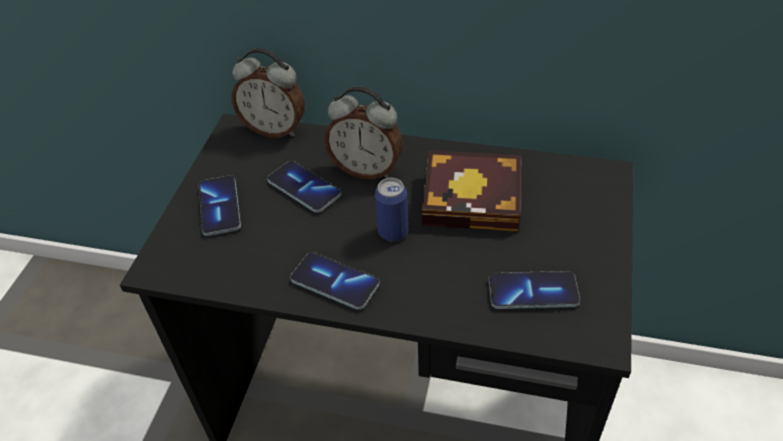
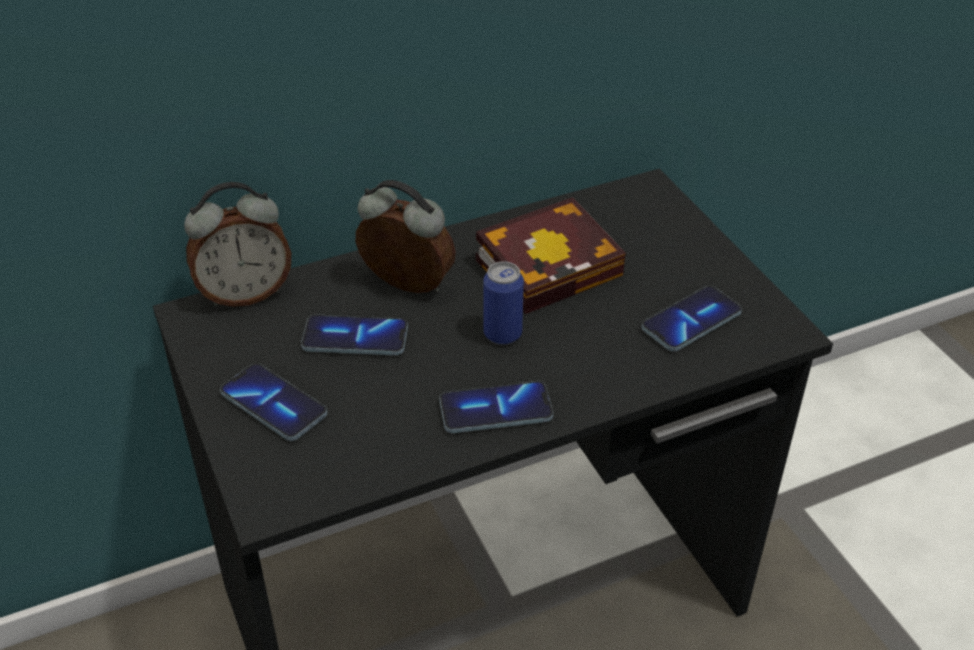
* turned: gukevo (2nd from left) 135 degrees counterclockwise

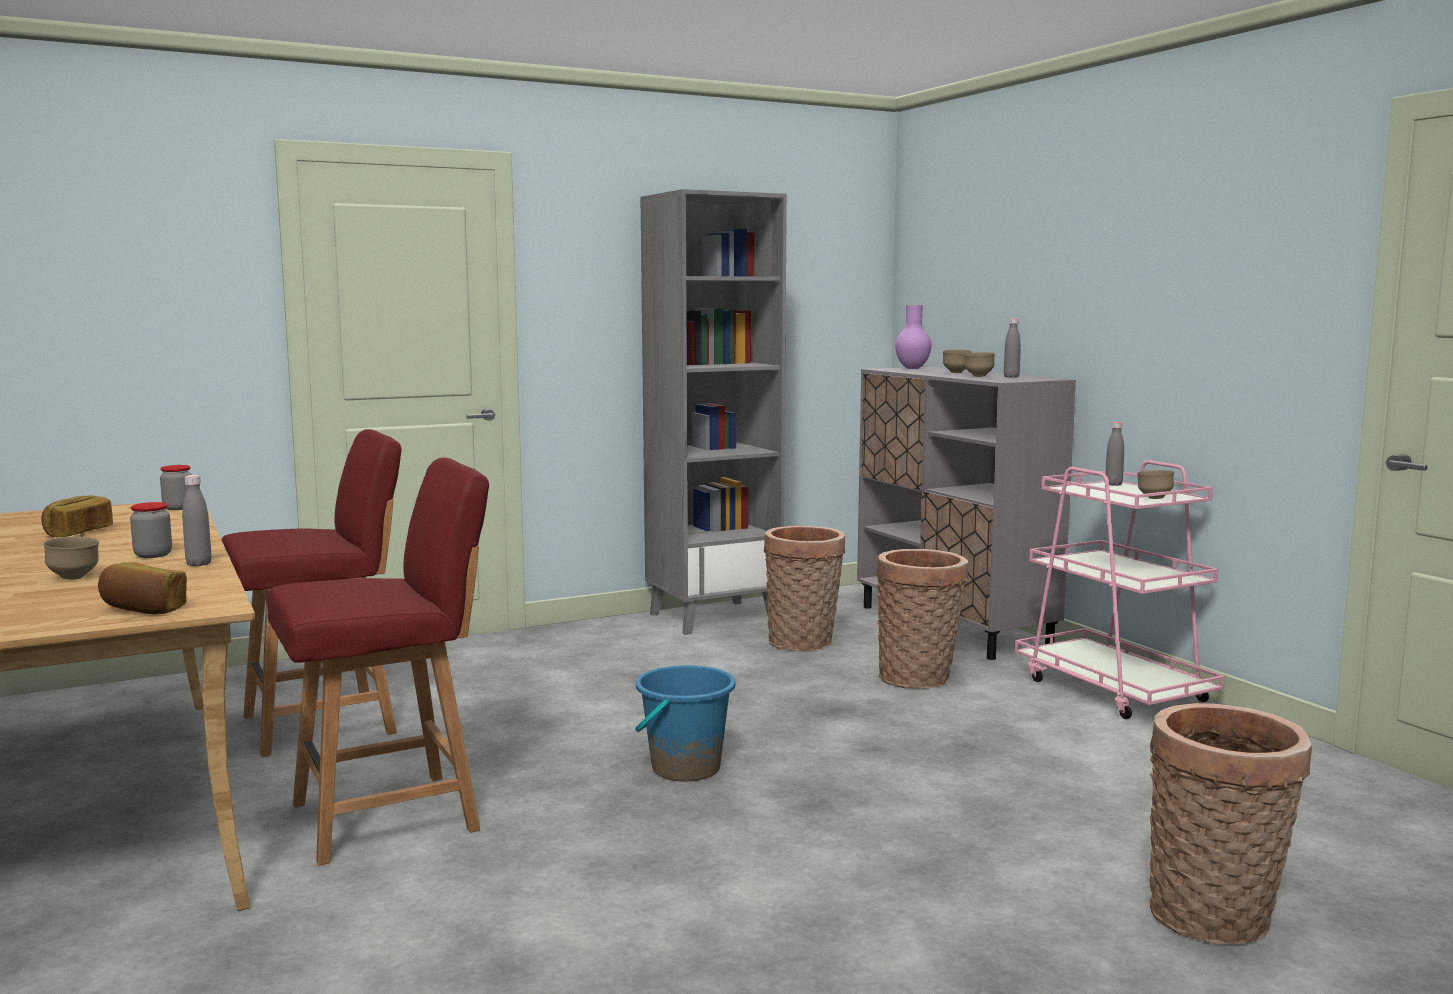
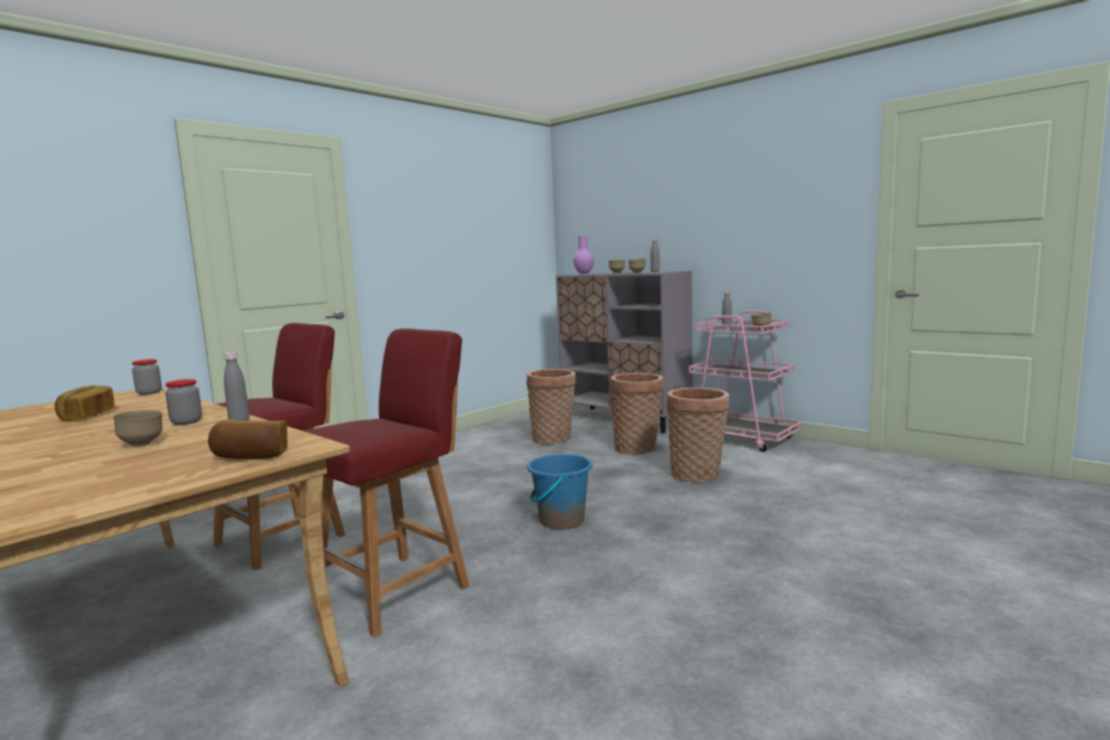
* removed: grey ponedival
* moved: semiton (3rd from left)

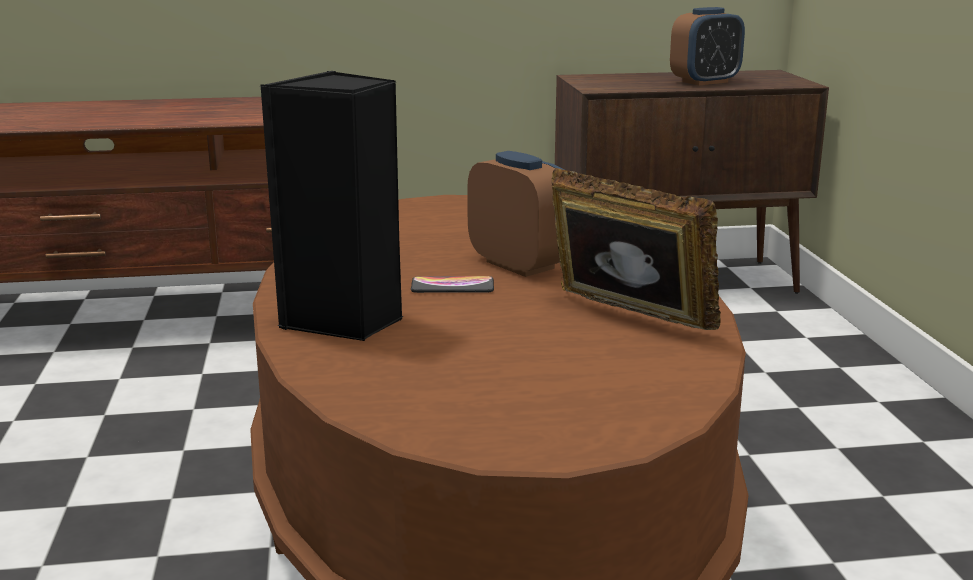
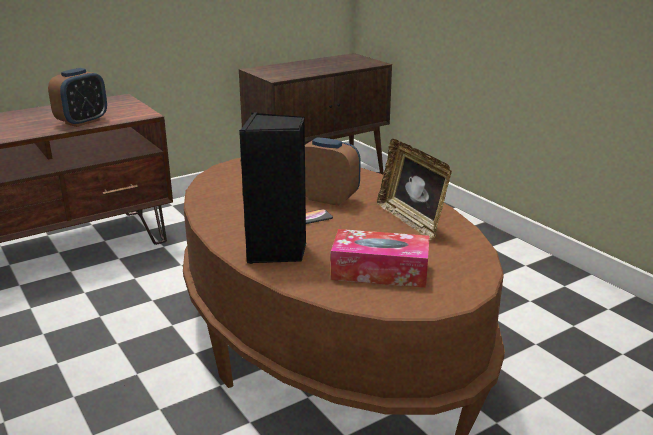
* turned: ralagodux 135 degrees counterclockwise
* moved: gukevo (2nd from left in the first image) to gukevo (1st from left)
* added: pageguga

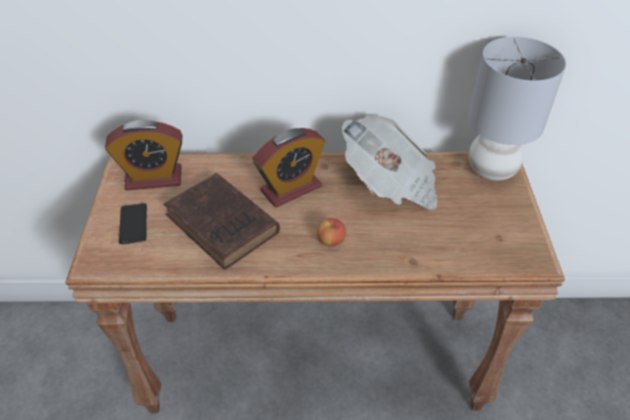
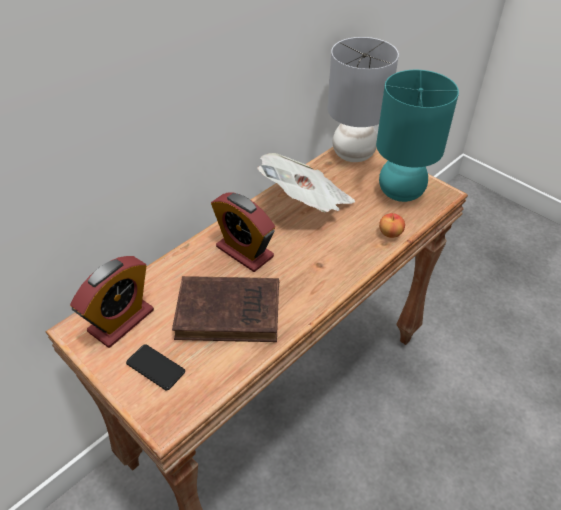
* turned: gukevo (2nd from left) 120 degrees clockwise
* moved: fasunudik
* added: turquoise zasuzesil

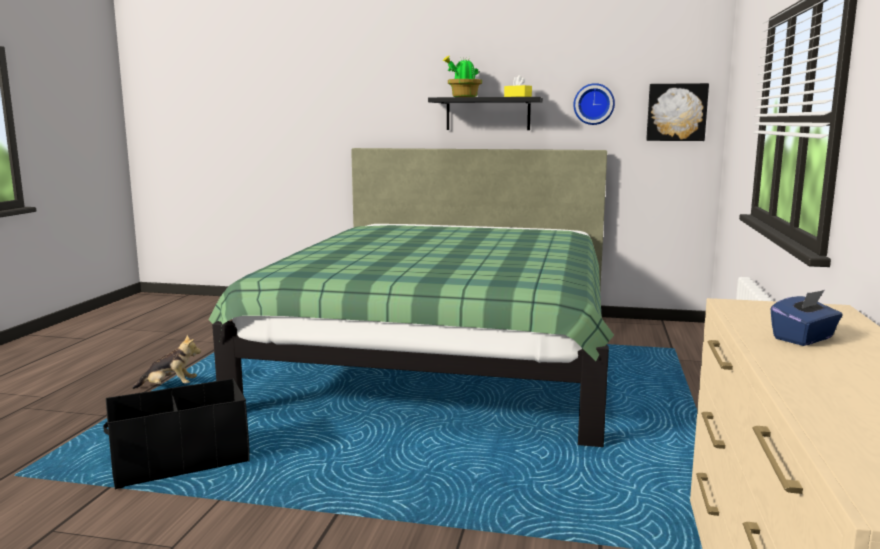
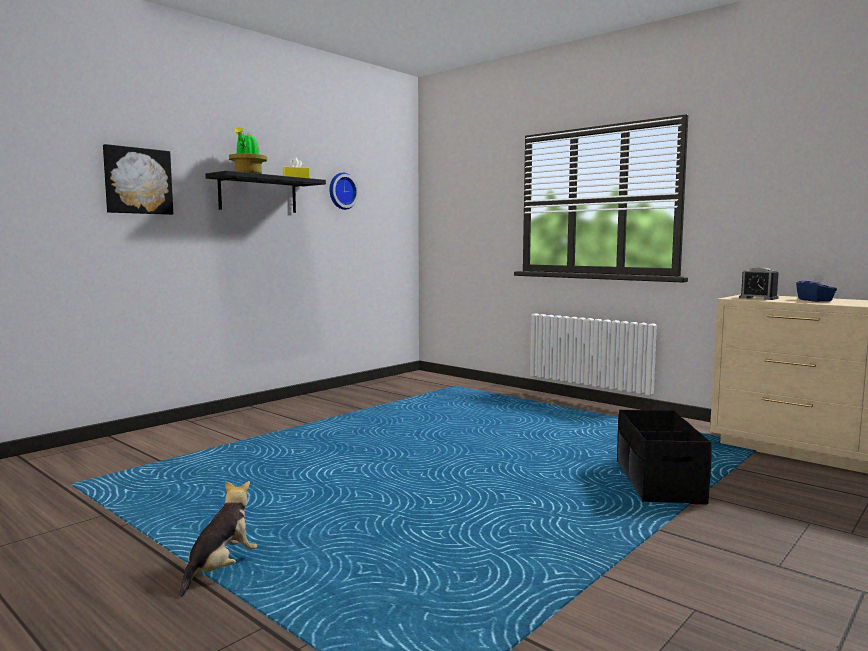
* moved: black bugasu
* removed: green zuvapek
* moved: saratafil
* added: gukevo

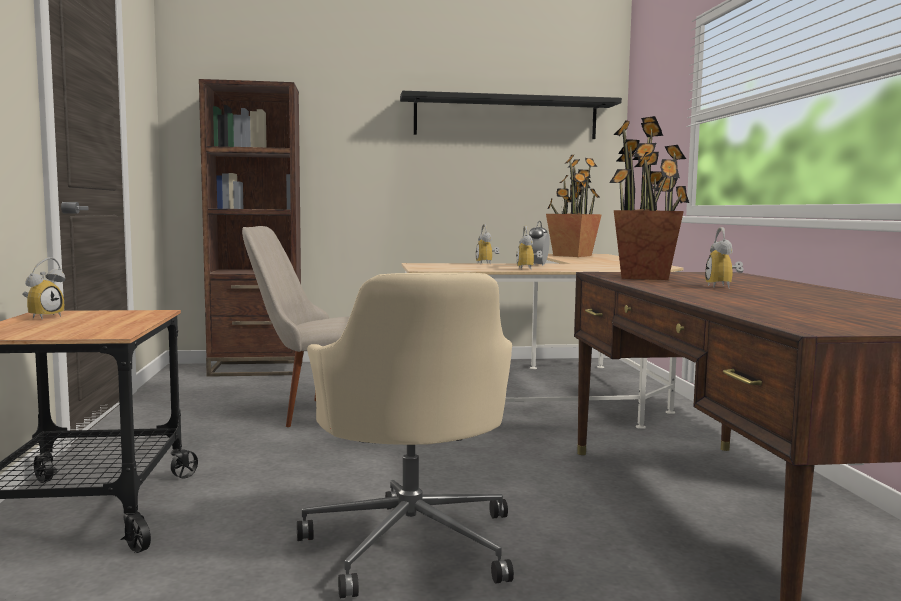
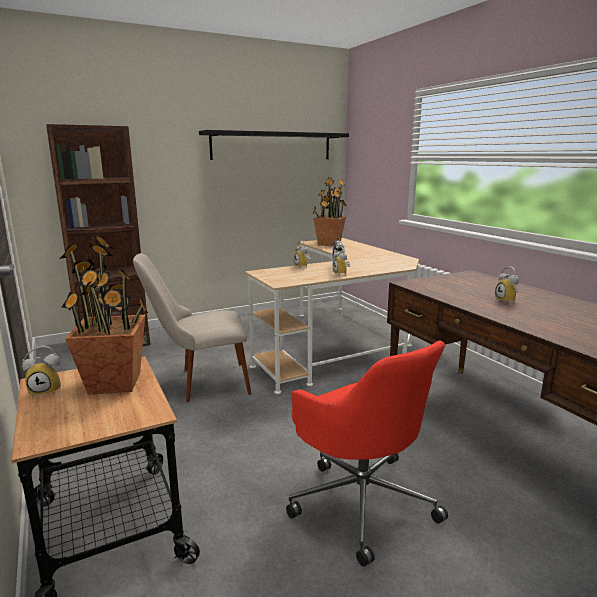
* turned: gukevo (1st from left) 75 degrees clockwise
* recoloured: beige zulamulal to red zulamulal
* moved: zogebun (2nd from left in the first image) to zogebun (1st from left)

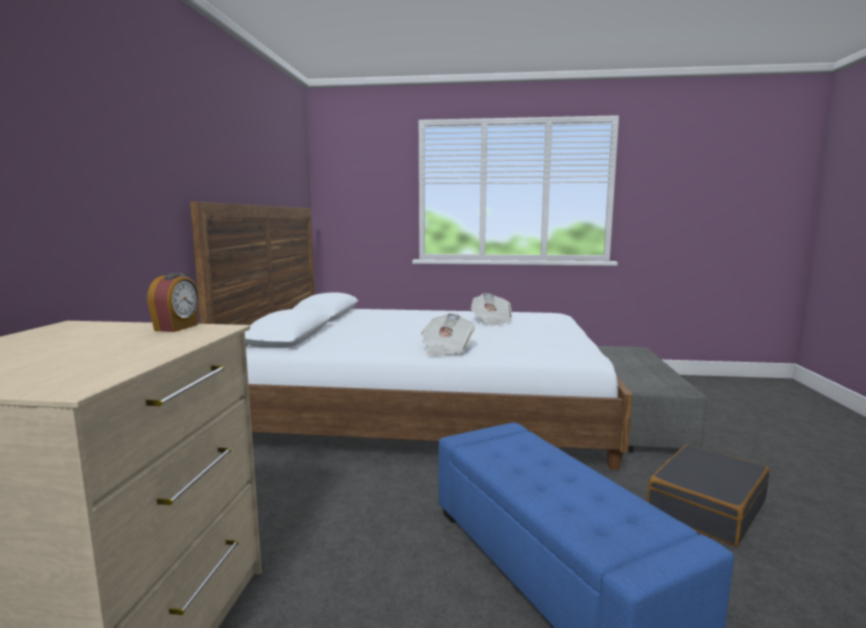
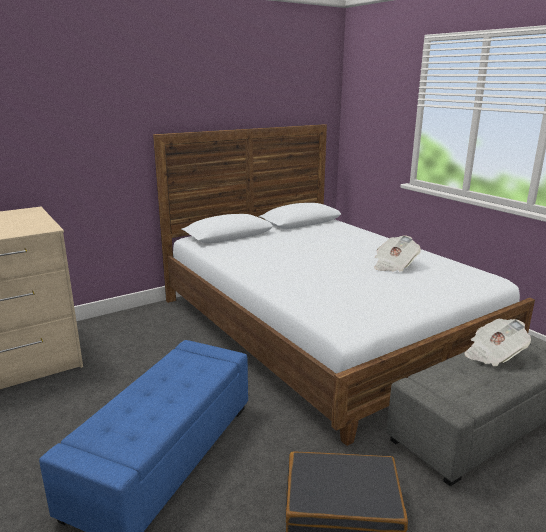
* removed: gukevo
* moved: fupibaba (1st from left in the first image) to fupibaba (2nd from left)

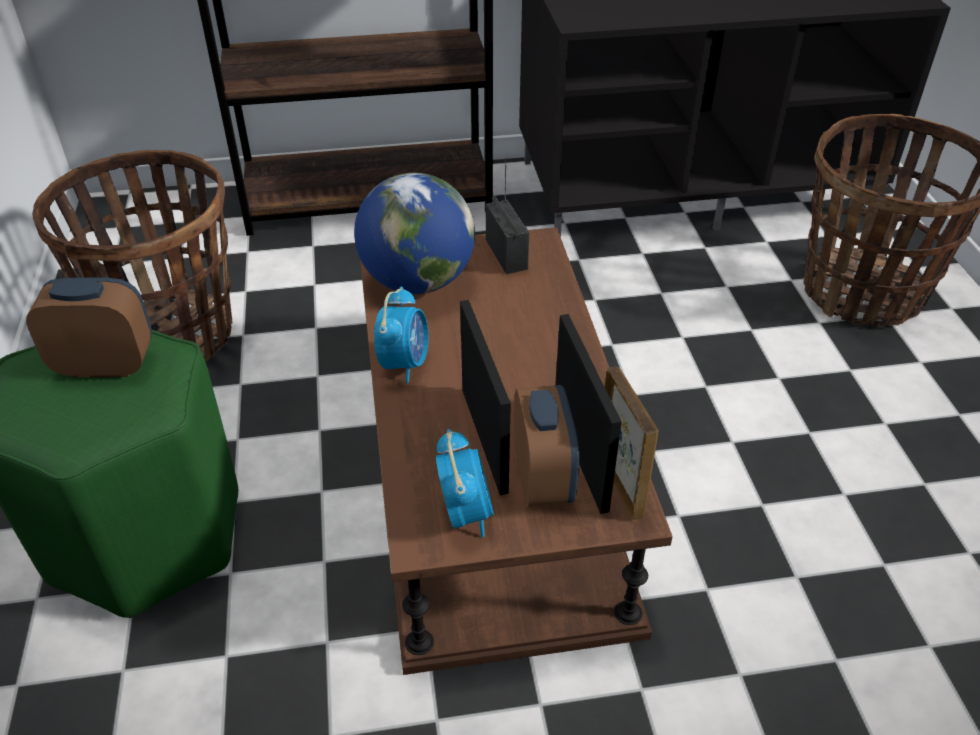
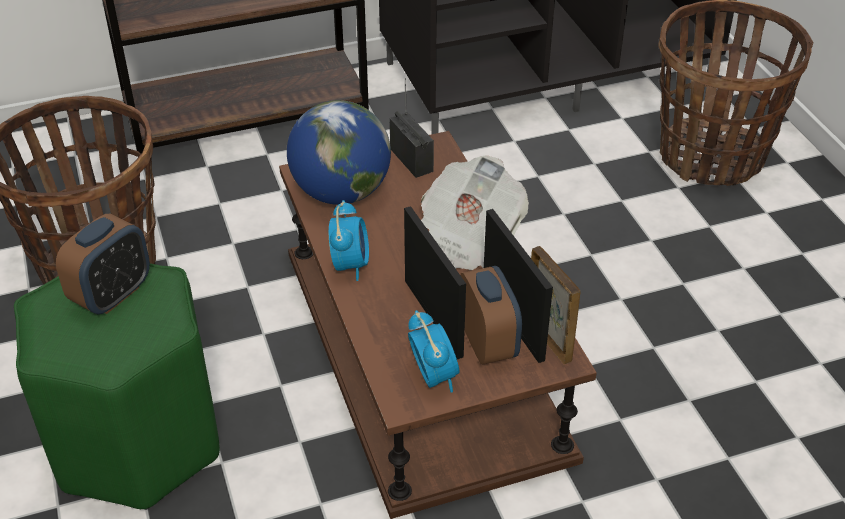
* turned: gukevo (1st from left) 135 degrees clockwise
* added: fupibaba

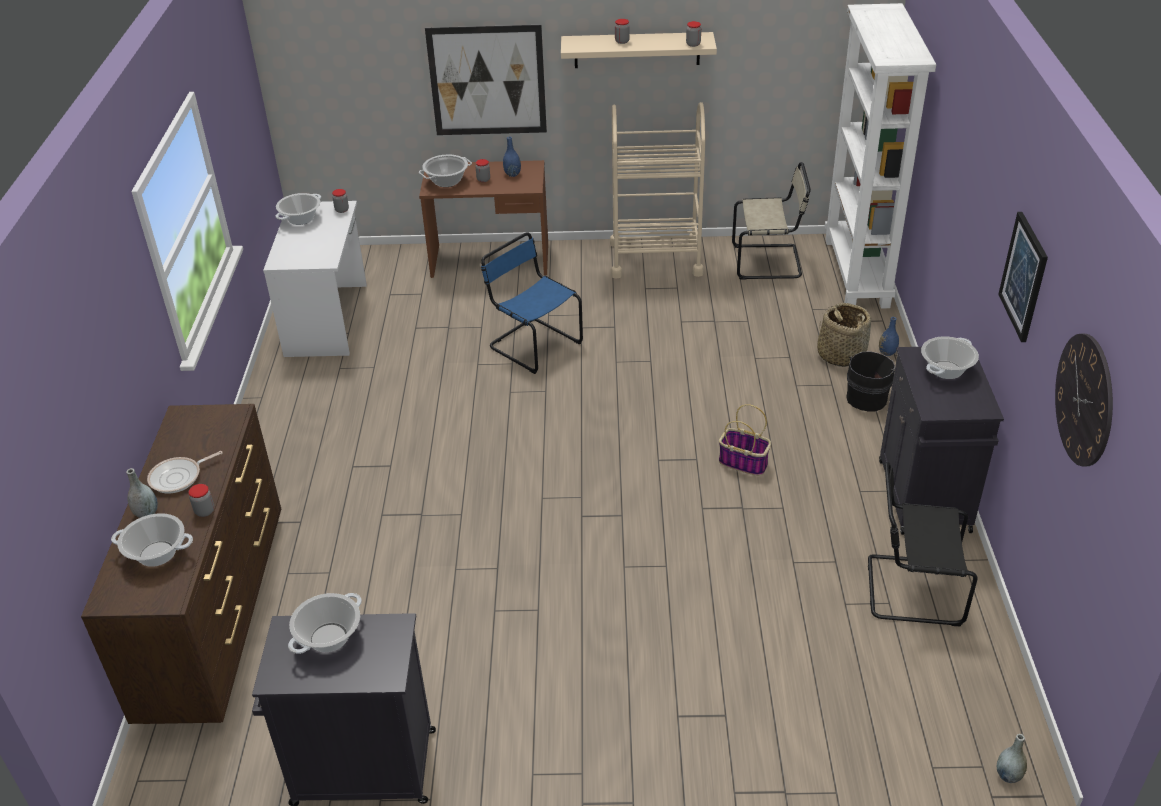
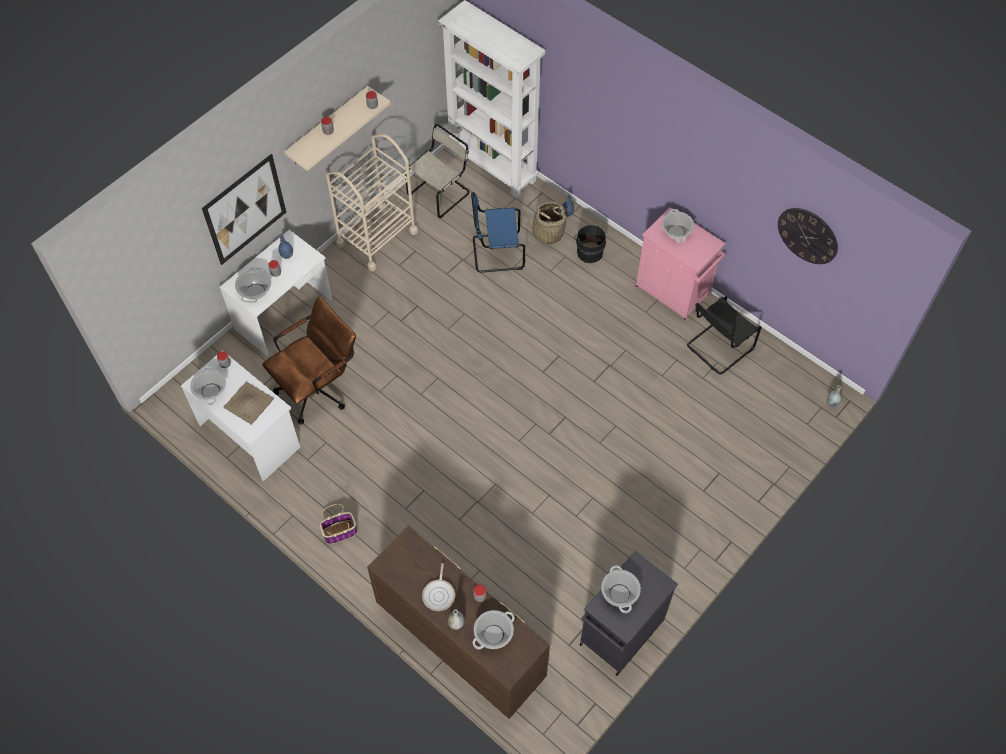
* recoloured: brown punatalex to white punatalex (2nd from left)
* moved: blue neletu
* moved: semiton (1st from left)
* recoloured: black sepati (2nd from left) to pink sepati
* removed: saratafil (2nd from left)
* added: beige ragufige
* added: brown zulamulal

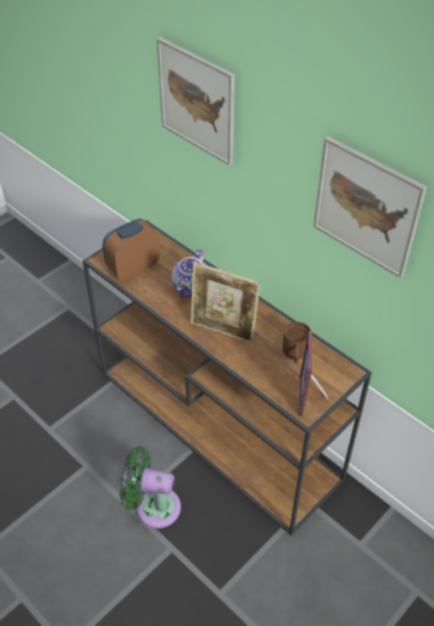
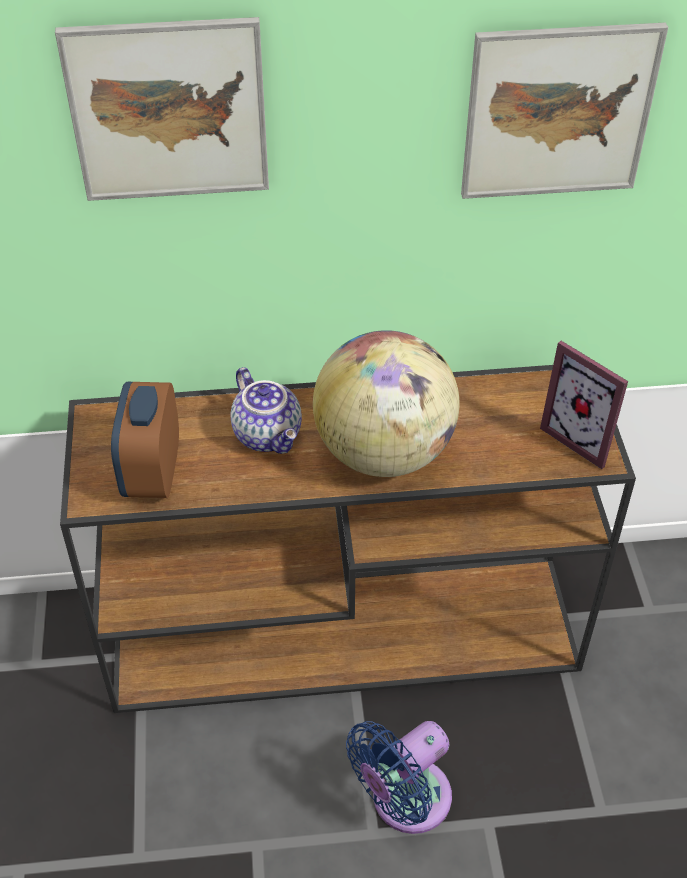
* recoloured: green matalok to blue matalok
* replaced: ralagodux (1st from left) to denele
* removed: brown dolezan

